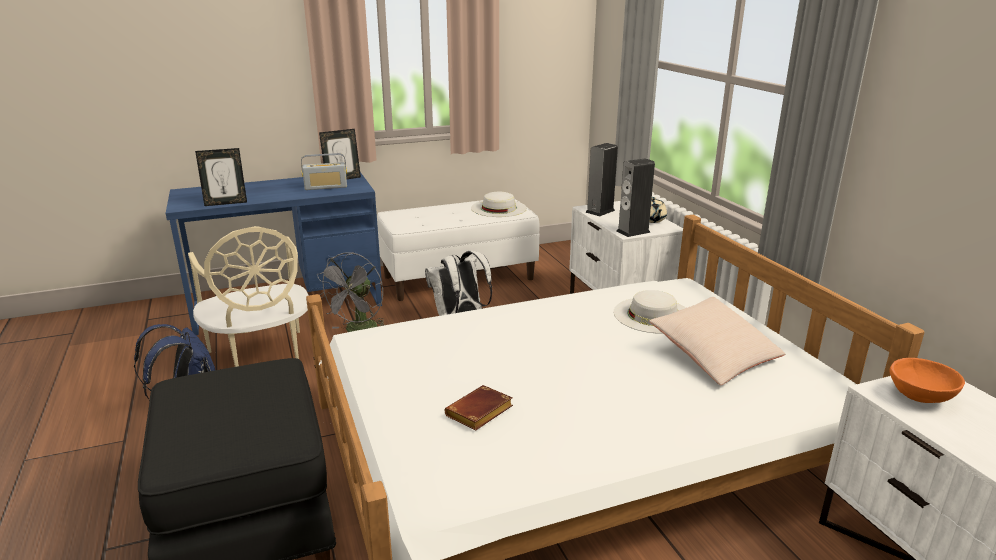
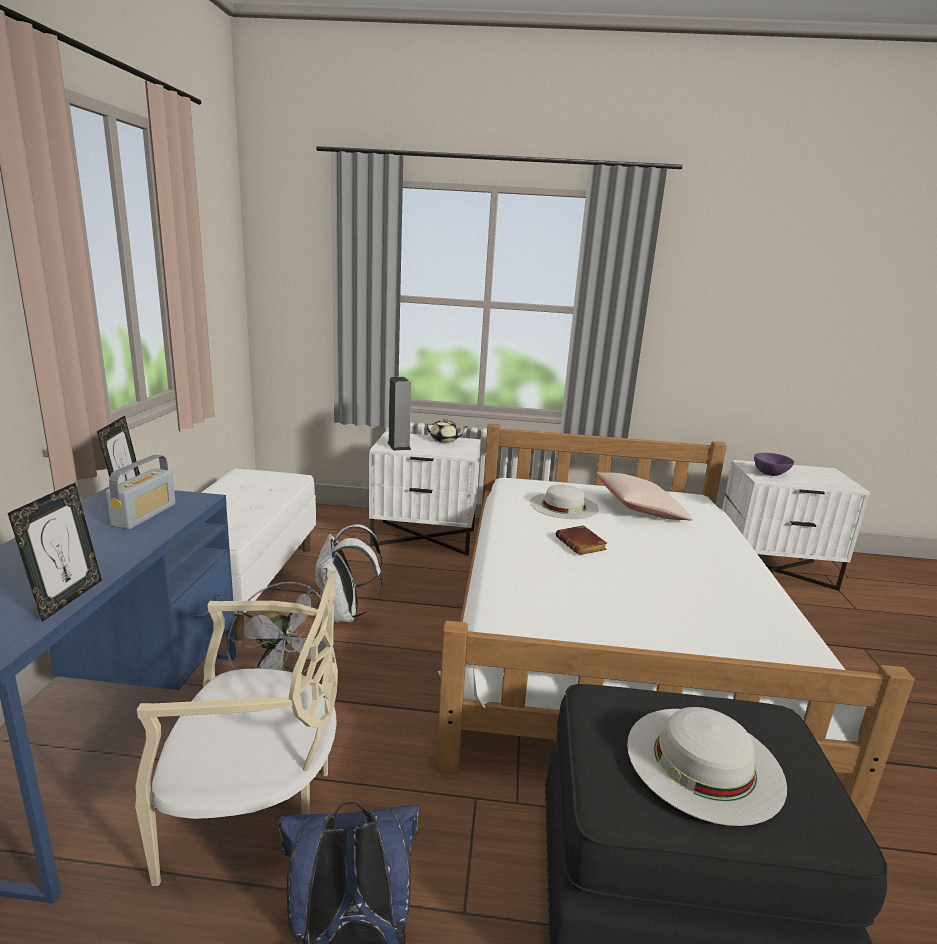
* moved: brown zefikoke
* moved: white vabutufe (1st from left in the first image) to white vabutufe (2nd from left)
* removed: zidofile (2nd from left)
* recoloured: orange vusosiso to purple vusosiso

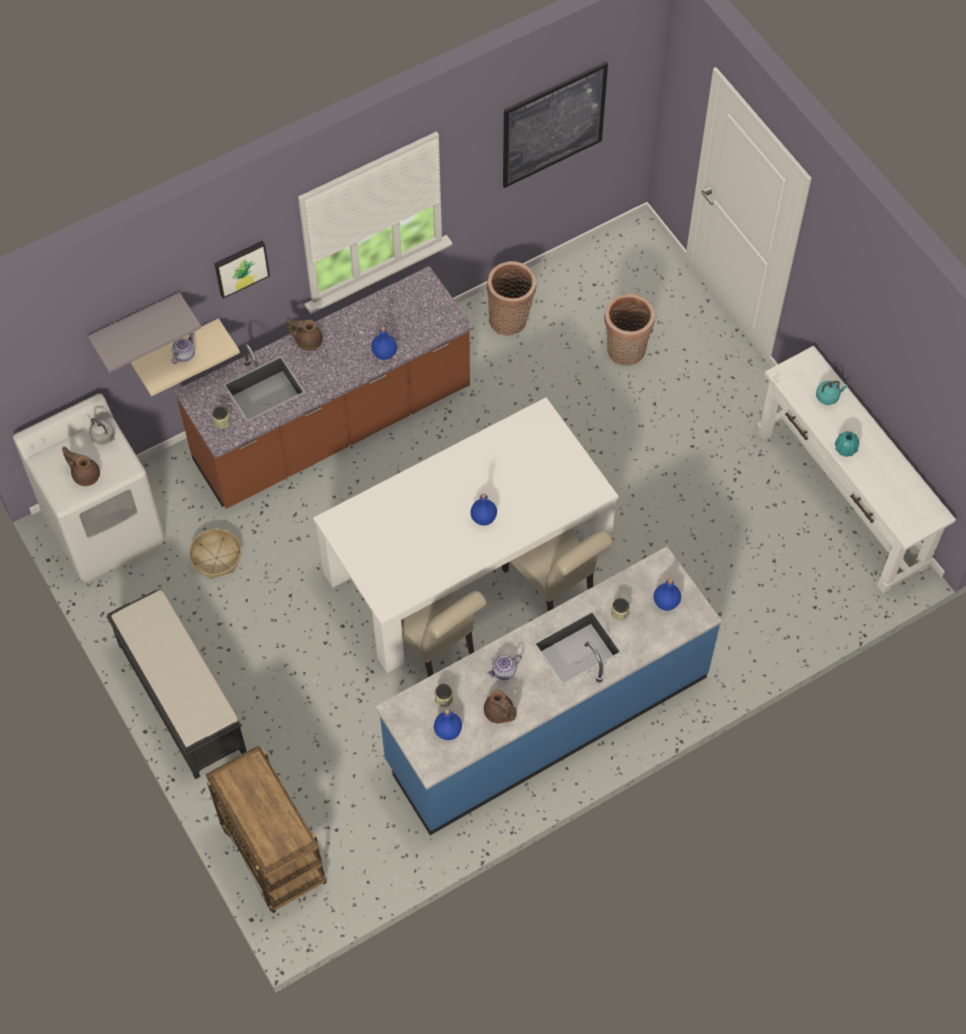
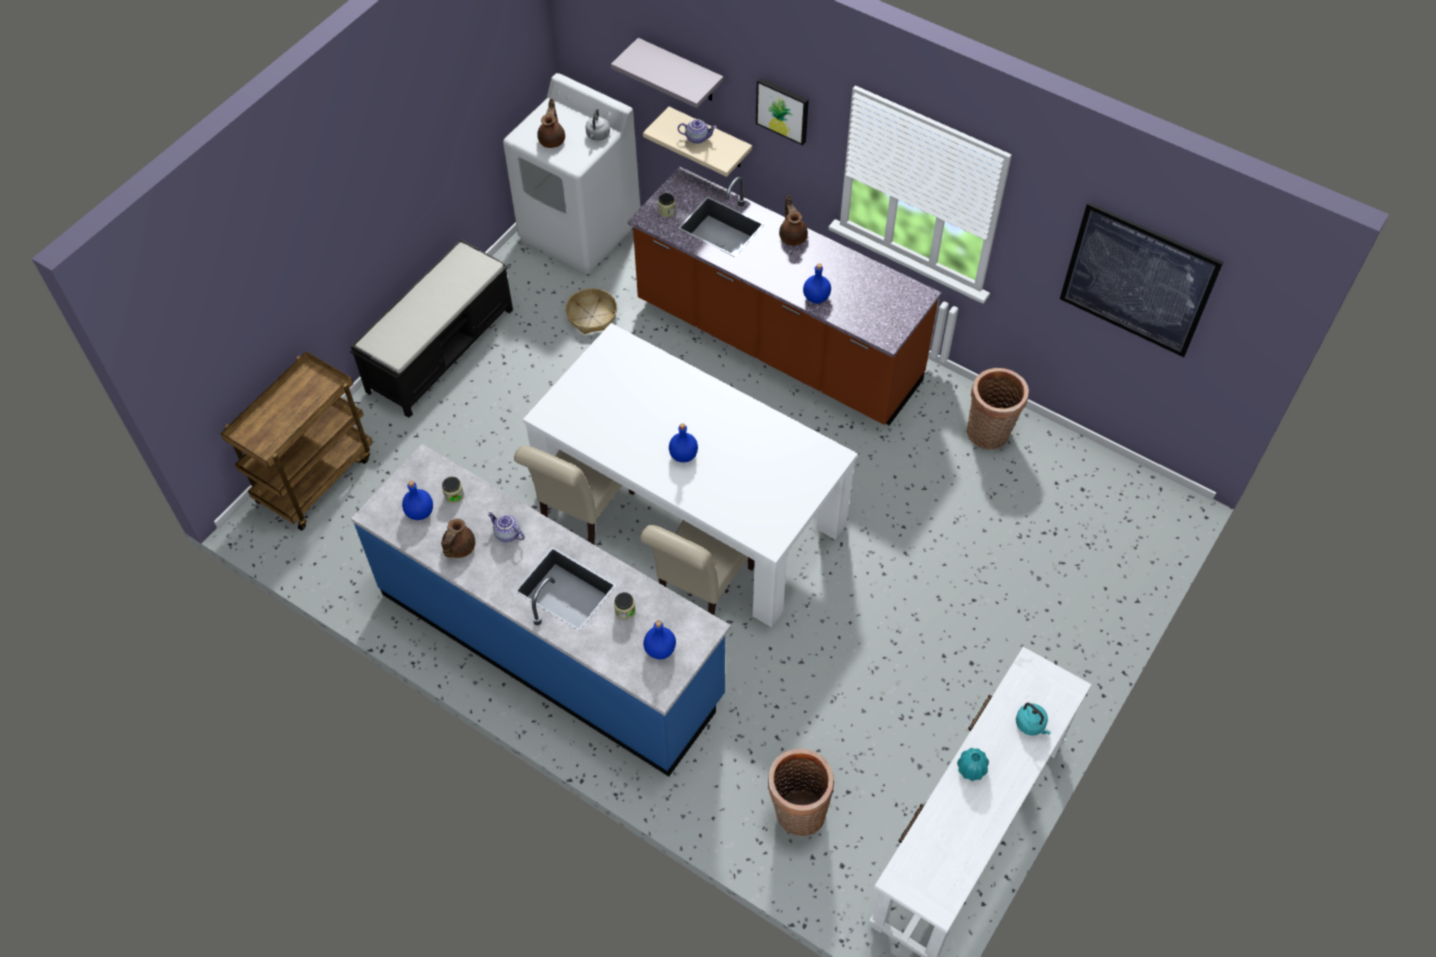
* moved: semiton (3rd from left in the first image) to semiton (2nd from left)

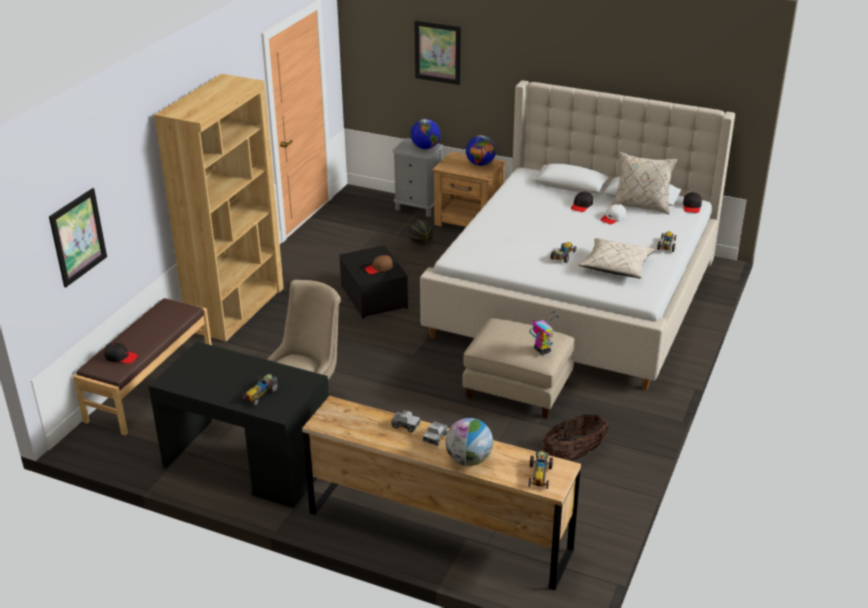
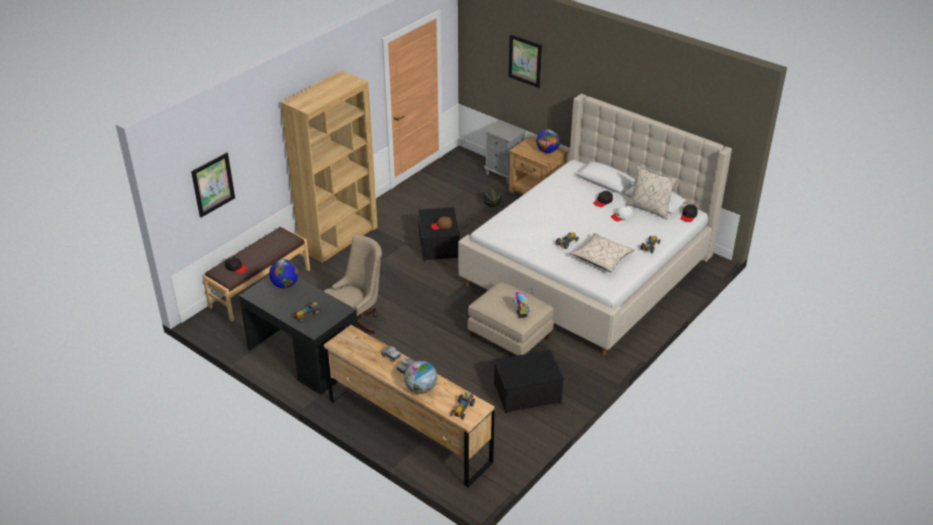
* moved: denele (1st from left)
* replaced: semiton to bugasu (2nd from left)

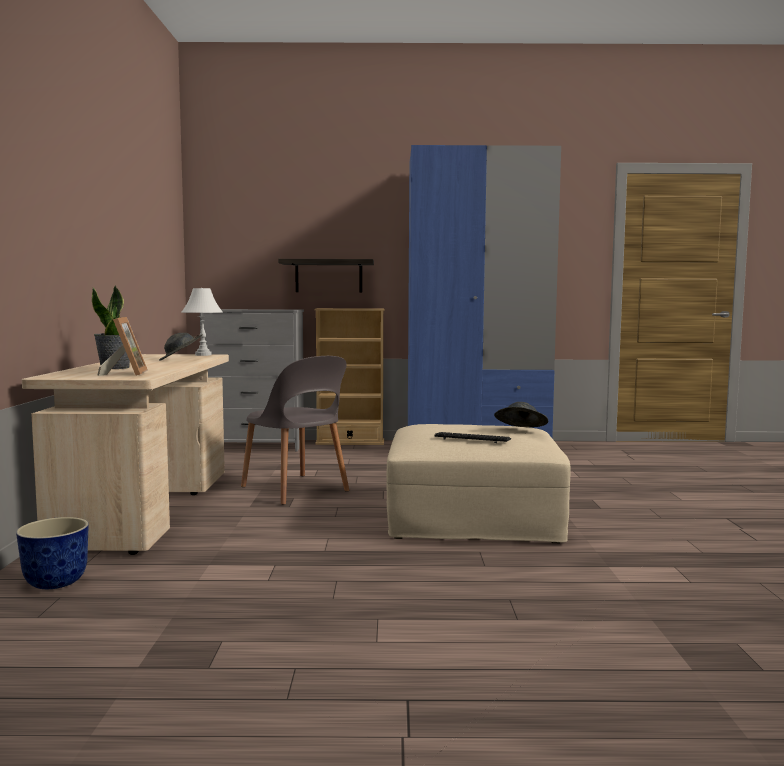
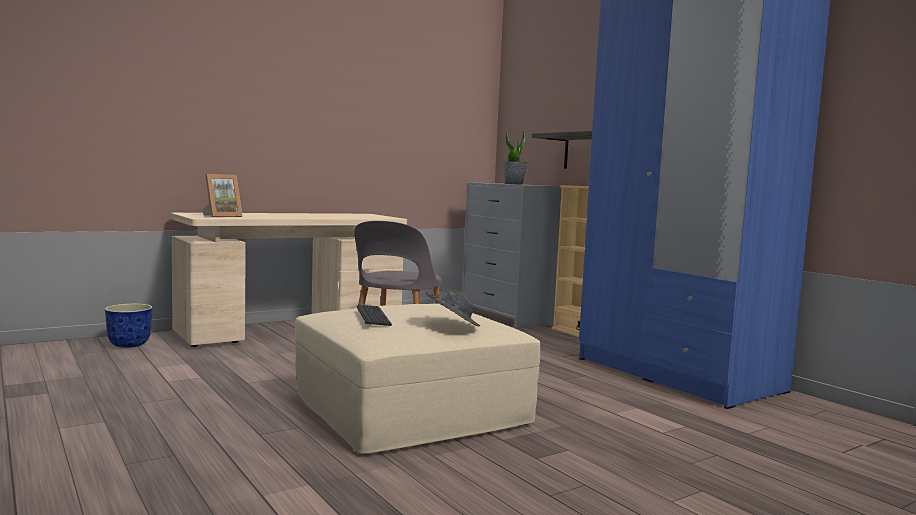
* moved: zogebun
* removed: grey vabutufe (1st from left)
* removed: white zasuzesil

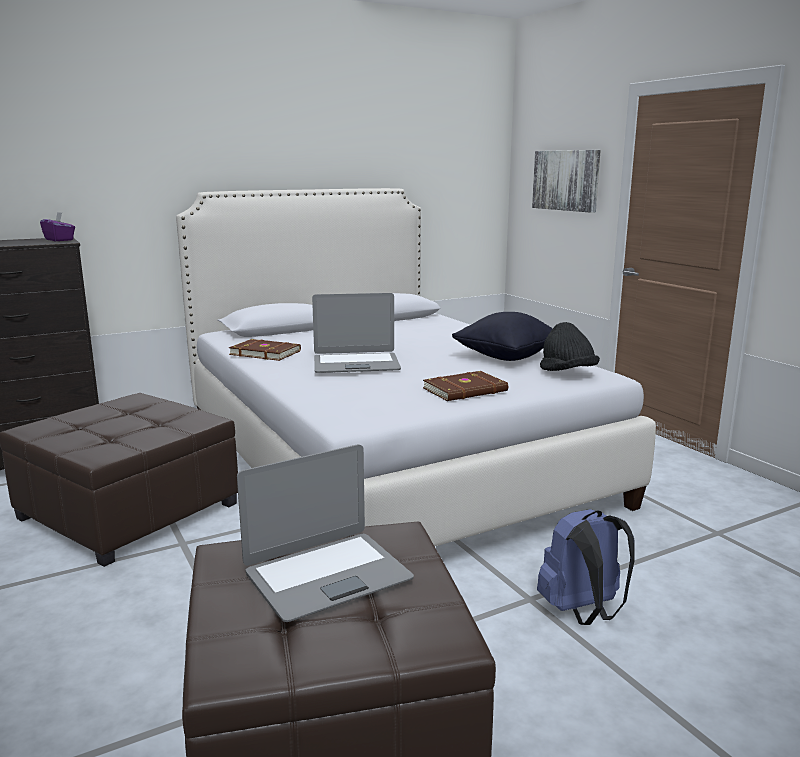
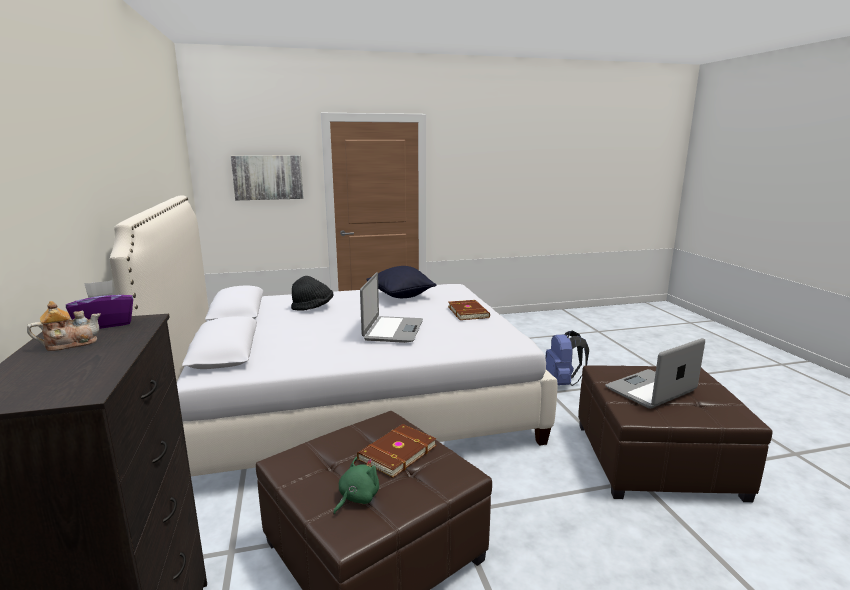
* moved: brown zefikoke (1st from left)
* turned: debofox (1st from left in the first image) 105 degrees counterclockwise
* moved: black vabutufe
* added: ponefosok
* added: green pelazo

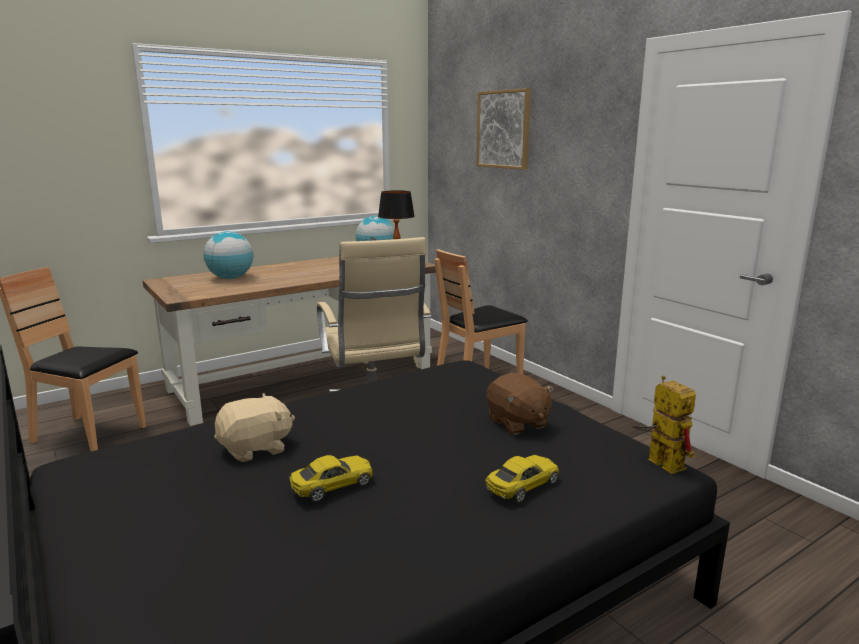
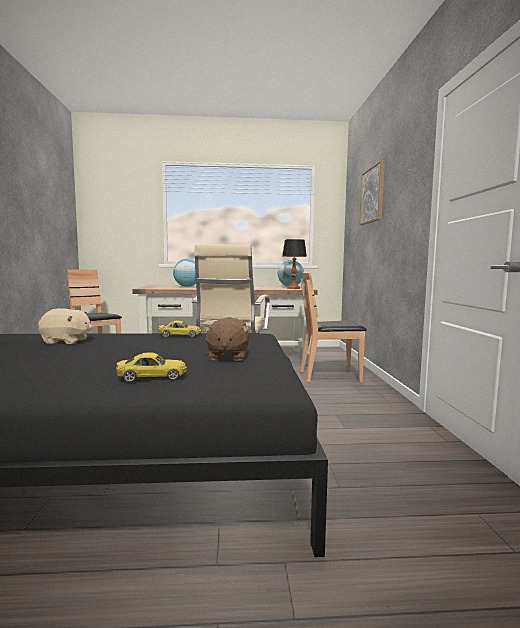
* moved: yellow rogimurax (1st from left in the first image) to yellow rogimurax (2nd from left)
* removed: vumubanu

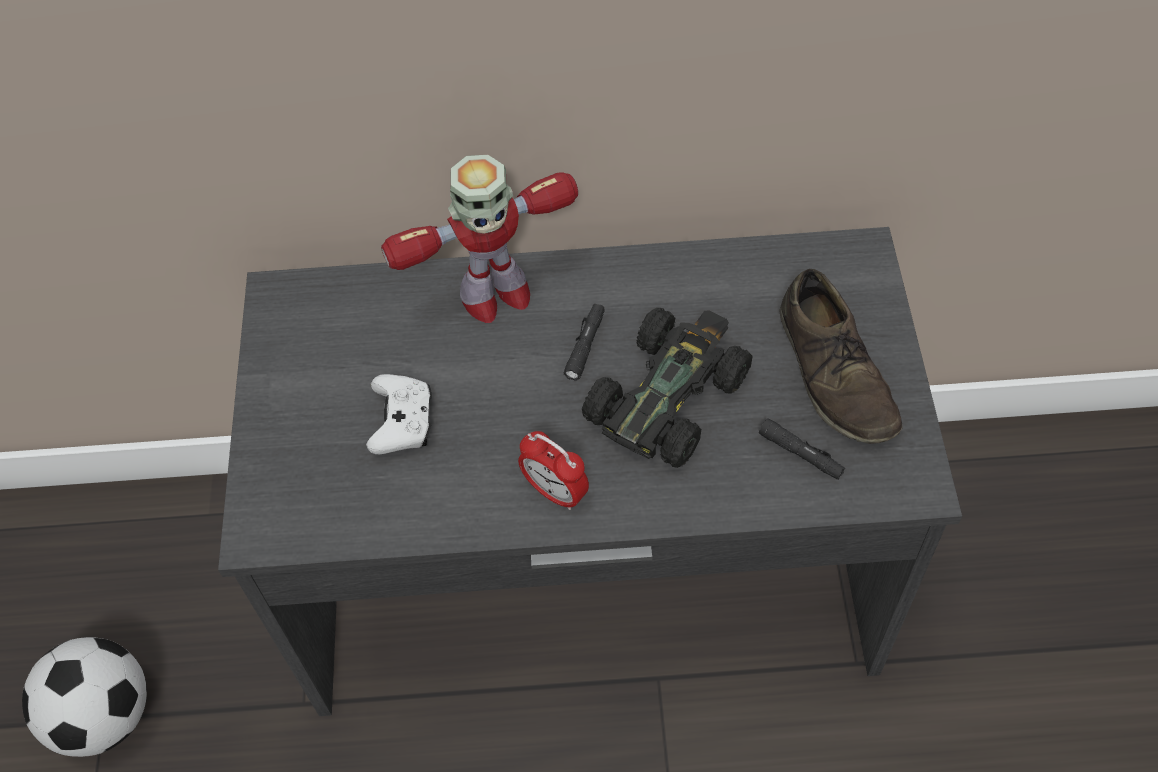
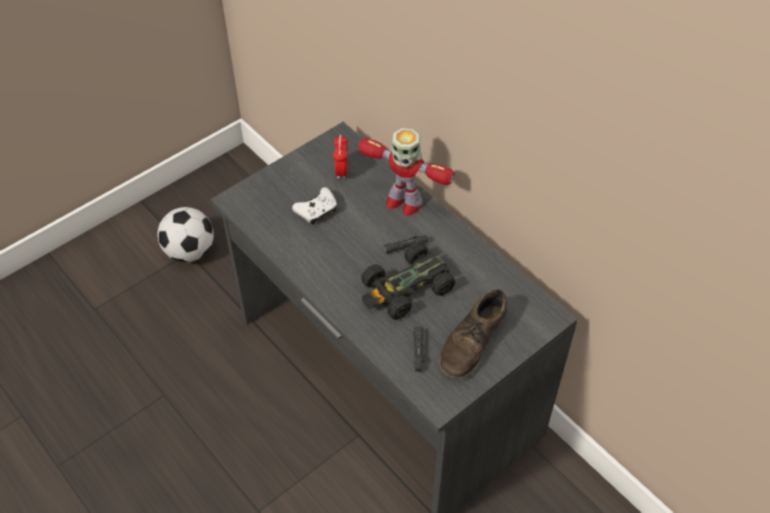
* moved: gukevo
* turned: black rogimurax 150 degrees clockwise

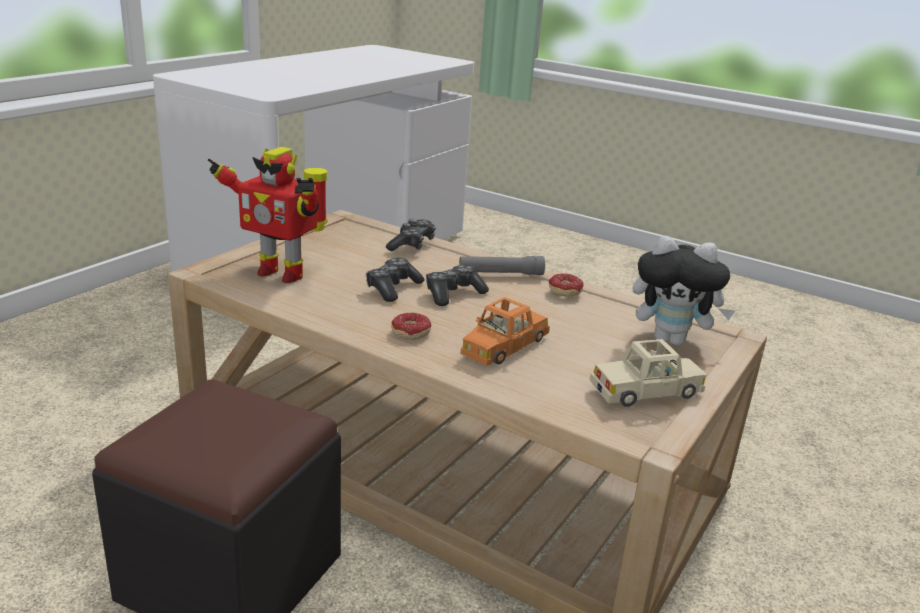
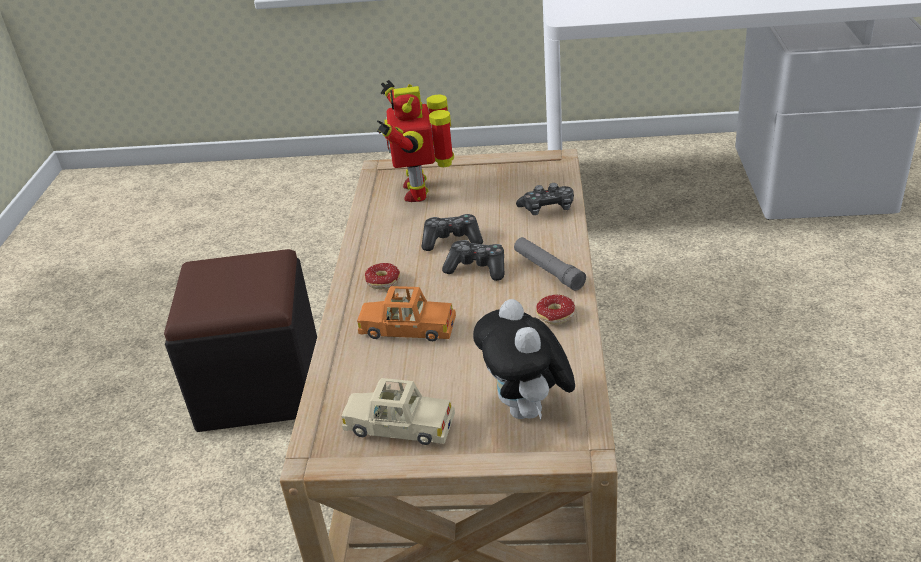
* turned: beige rogimurax 150 degrees clockwise

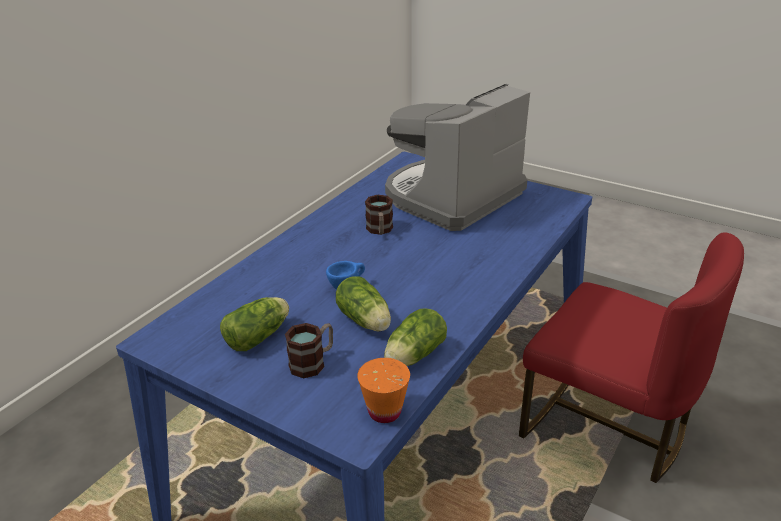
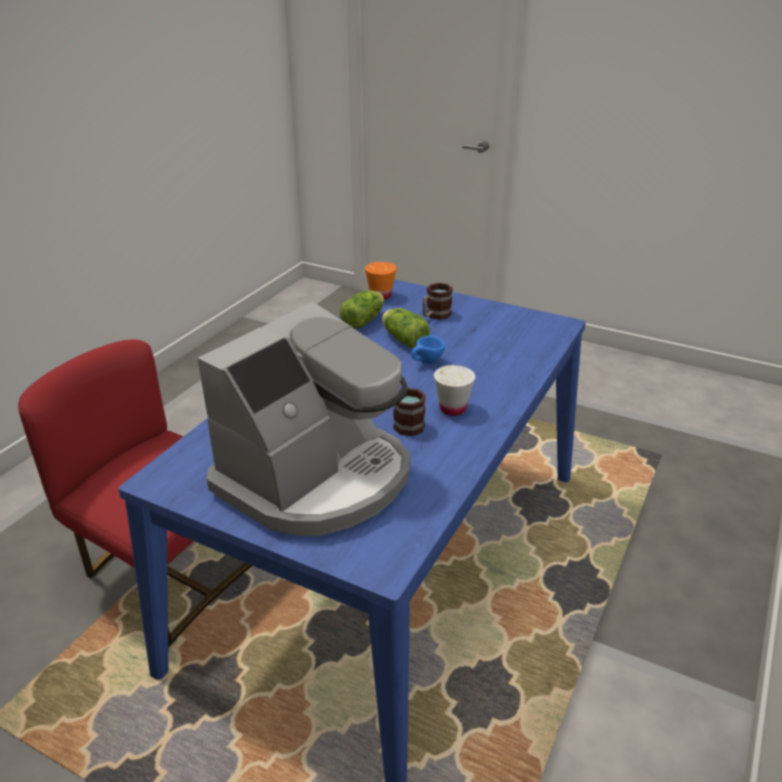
* removed: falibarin (1st from left)
* added: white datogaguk

